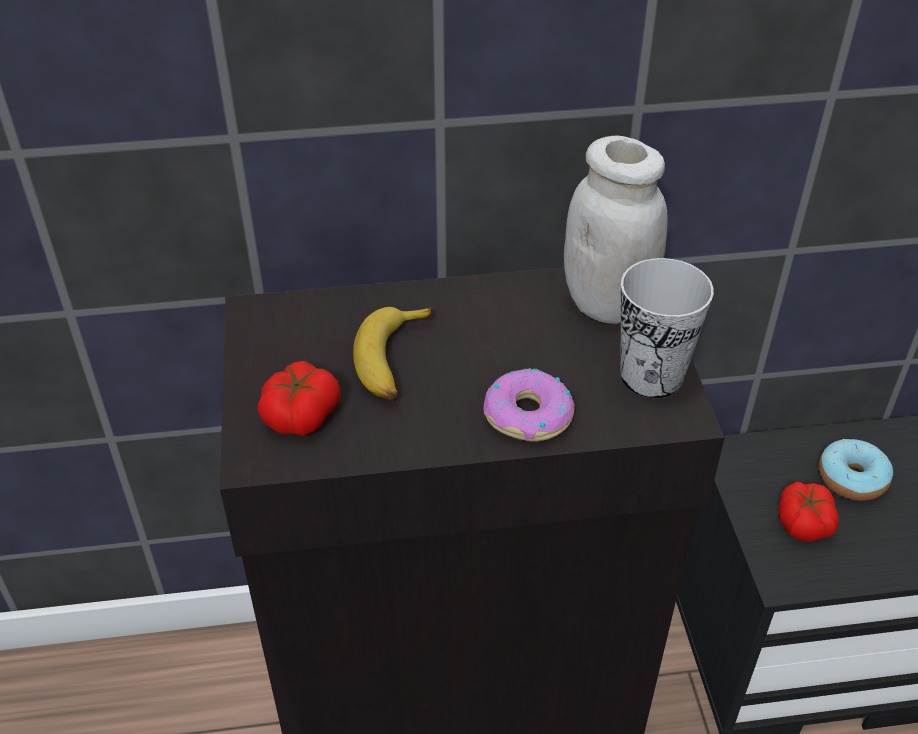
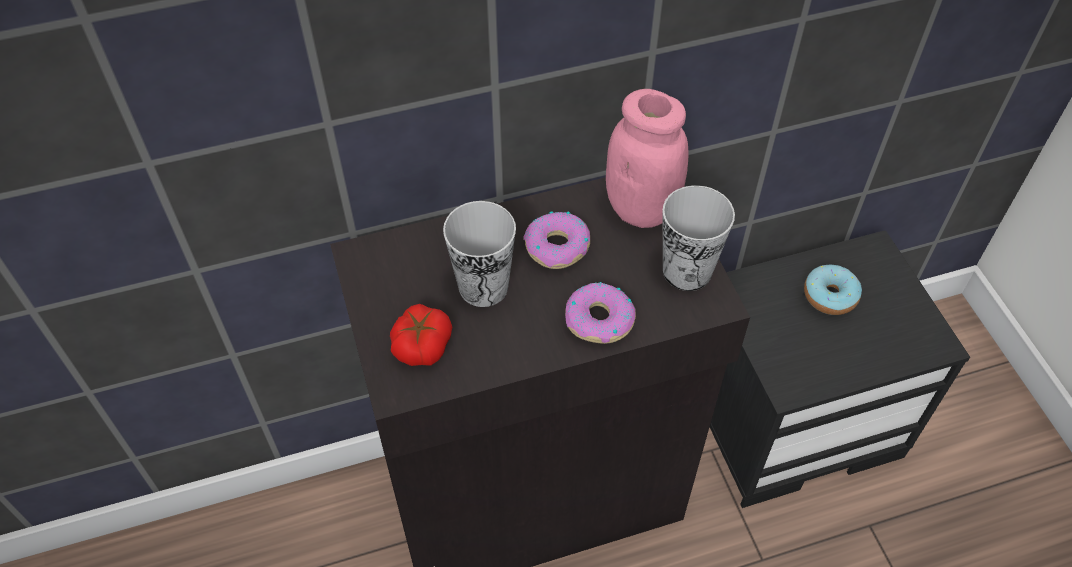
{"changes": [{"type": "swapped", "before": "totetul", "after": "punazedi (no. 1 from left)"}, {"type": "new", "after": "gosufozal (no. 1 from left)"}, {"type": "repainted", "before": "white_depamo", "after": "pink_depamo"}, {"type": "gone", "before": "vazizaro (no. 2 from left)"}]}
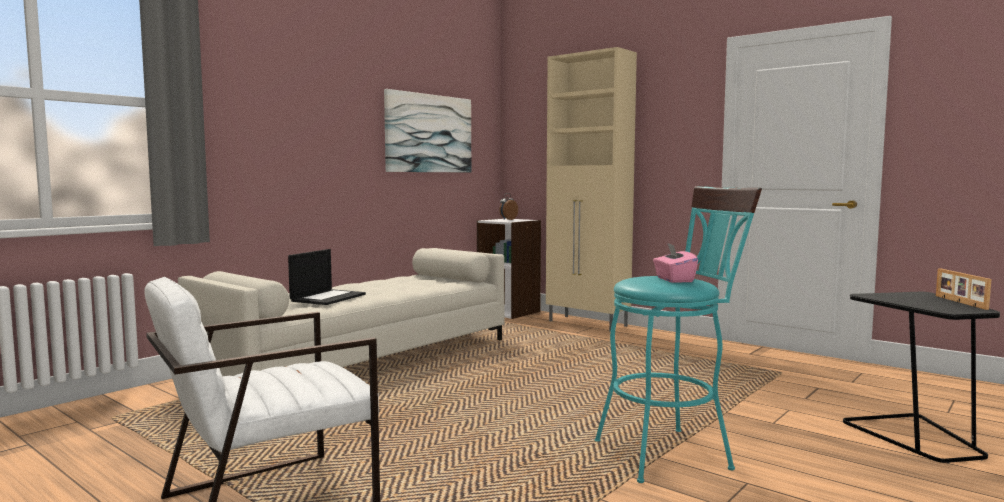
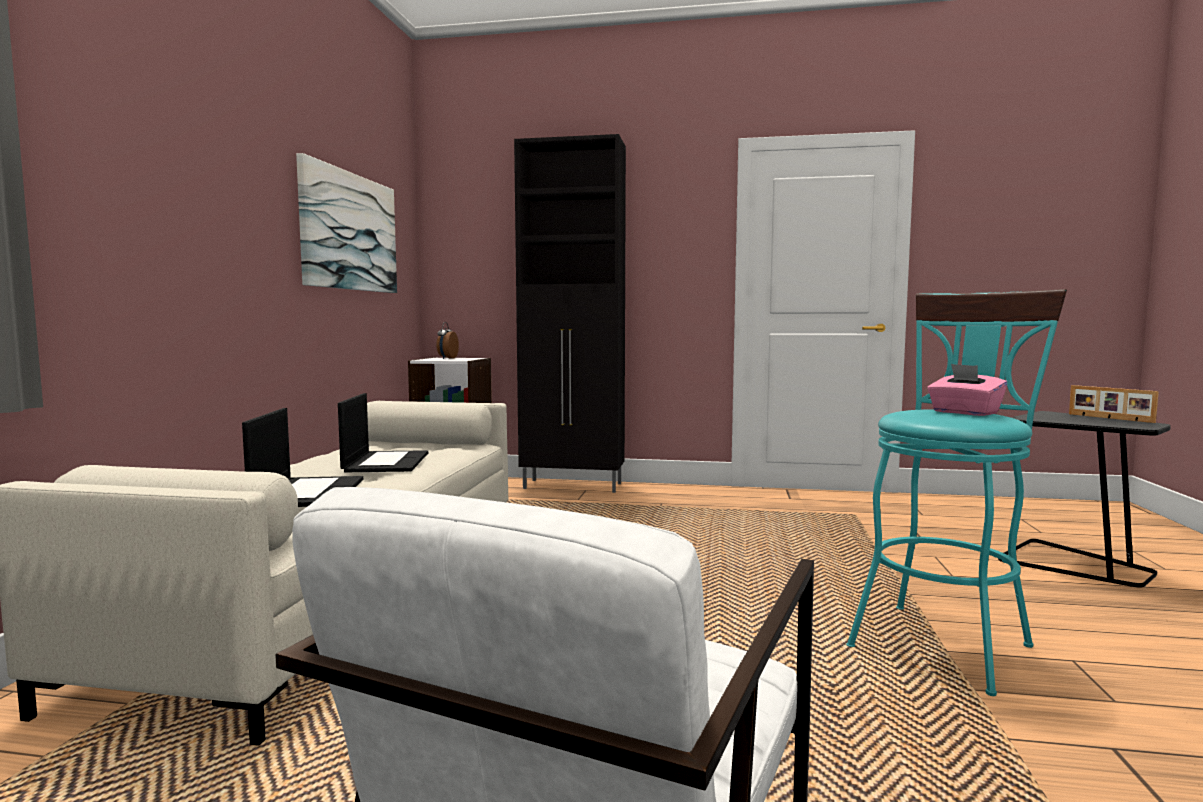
{"changes": [{"type": "new", "after": "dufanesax (no. 2 from left)"}, {"type": "repainted", "before": "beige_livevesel", "after": "black_livevesel"}]}
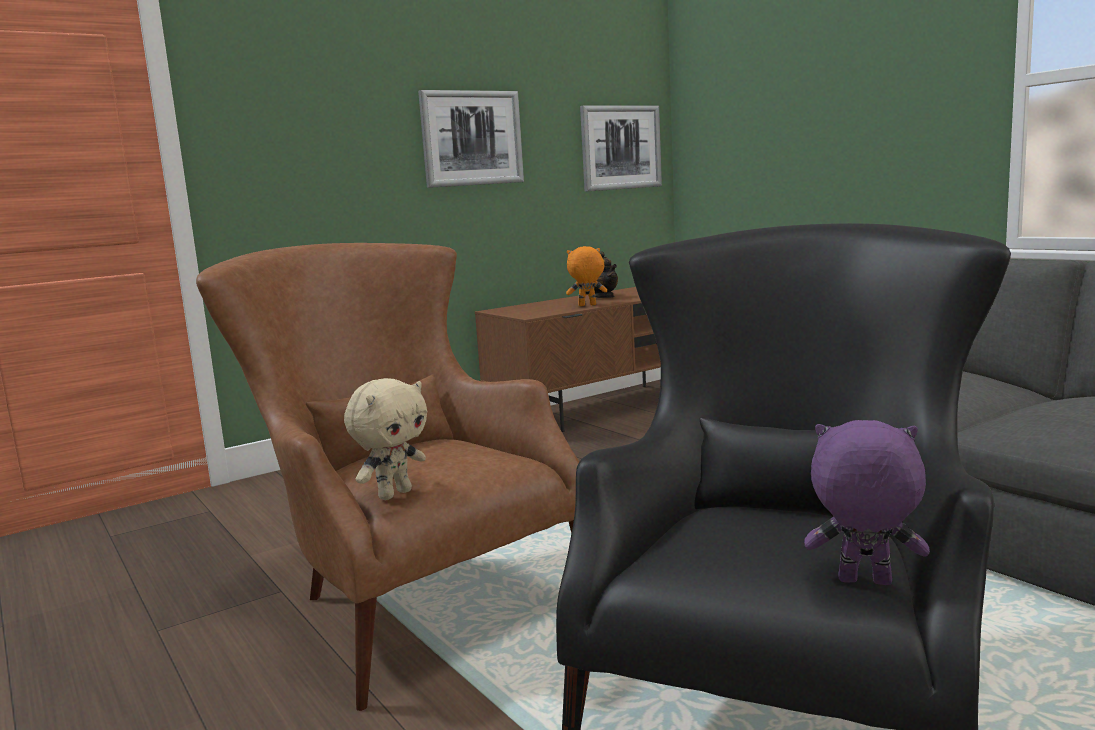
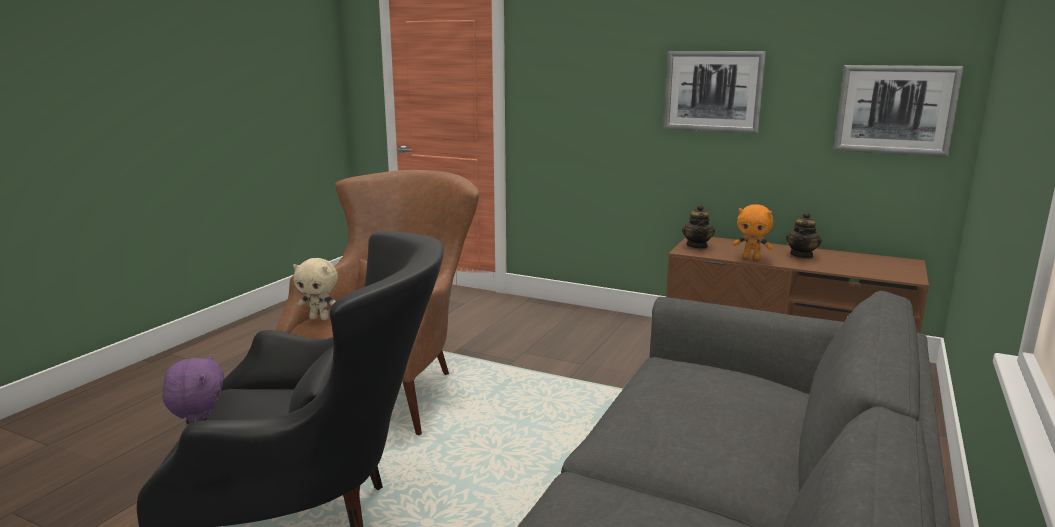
{"changes": [{"type": "new", "after": "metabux (no. 1 from left)"}, {"type": "rotated", "before": "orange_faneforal", "turn": 150}]}
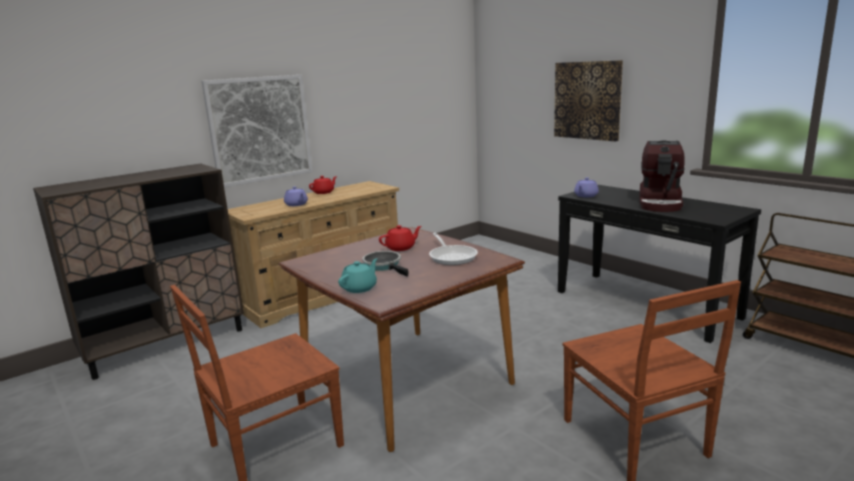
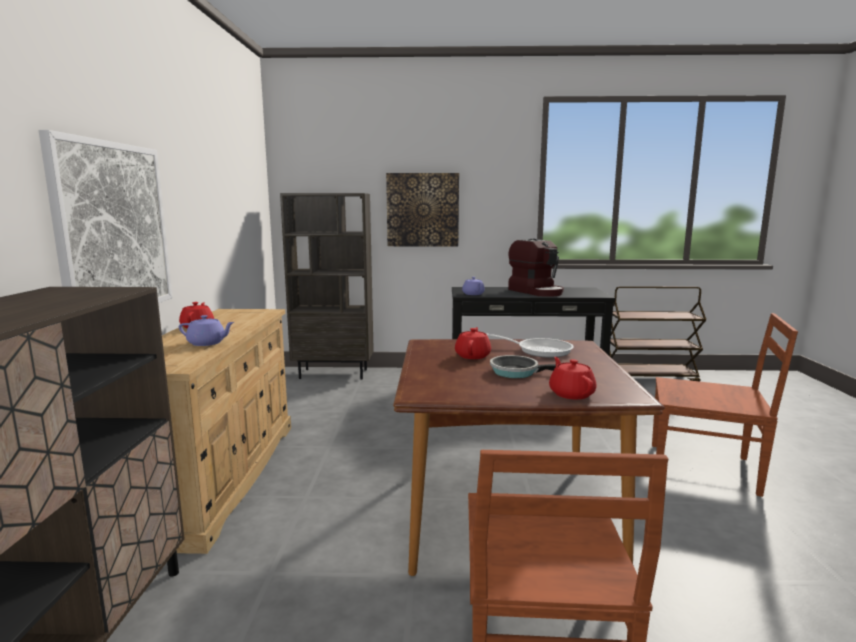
{"changes": [{"type": "new", "after": "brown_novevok"}, {"type": "repainted", "before": "turquoise_metabux", "after": "red_metabux (no. 3 from left)"}]}
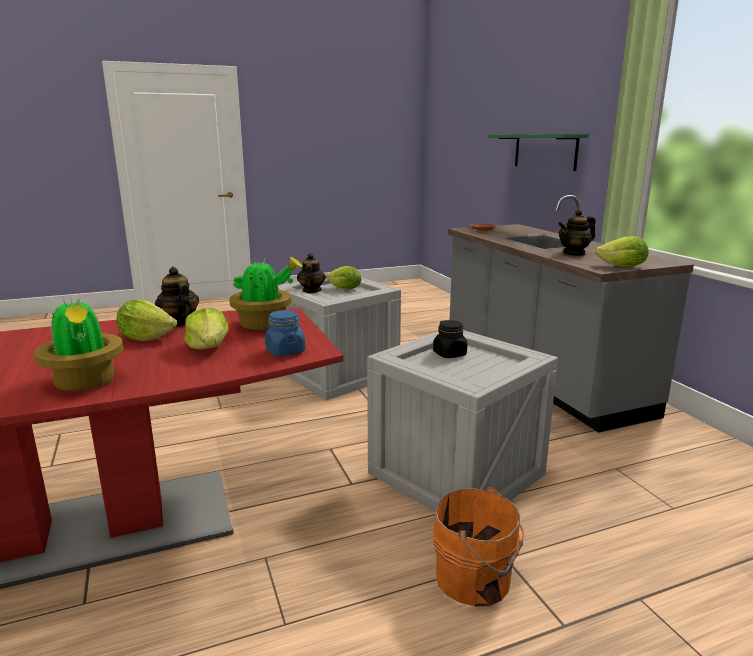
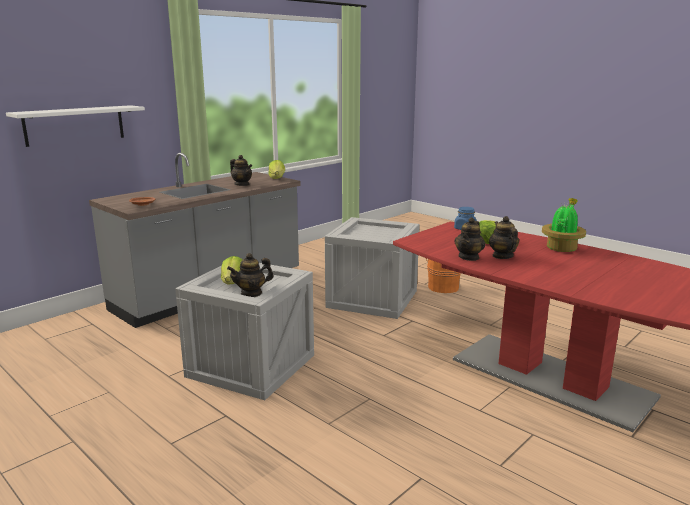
{"changes": [{"type": "repainted", "before": "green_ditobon", "after": "white_ditobon"}, {"type": "swapped", "before": "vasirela (no. 1 from left)", "after": "metabux (no. 4 from left)"}, {"type": "gone", "before": "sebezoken (no. 2 from left)"}, {"type": "gone", "before": "black_depamo"}]}
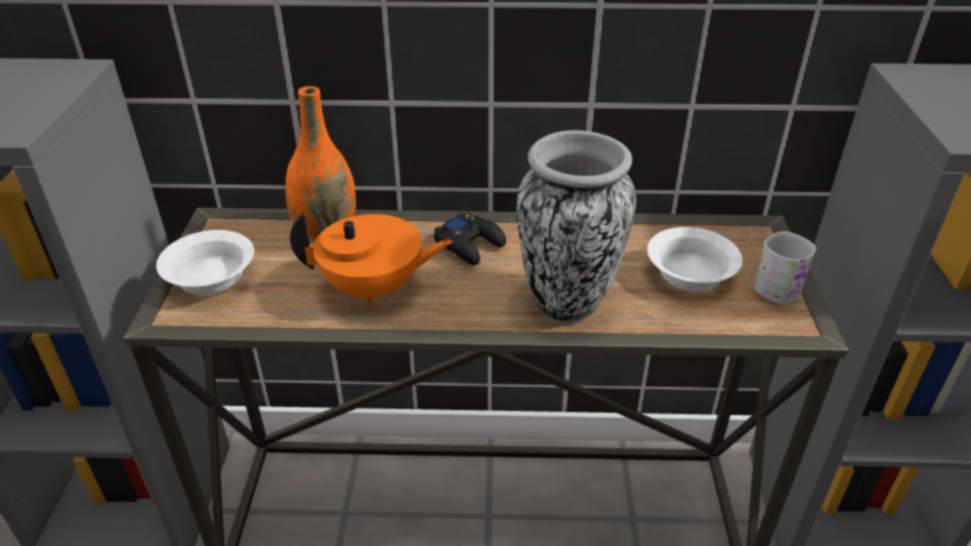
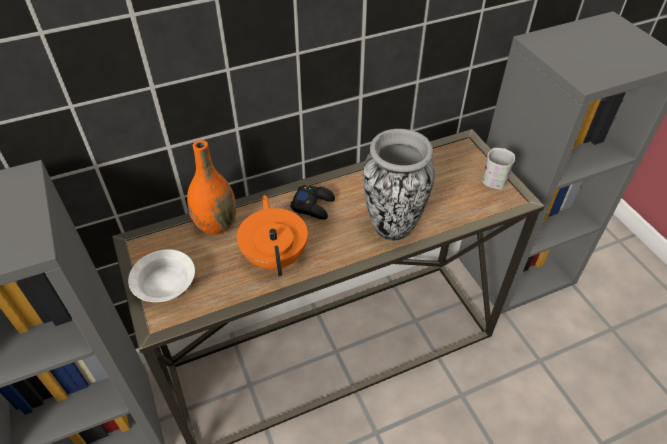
{"changes": [{"type": "rotated", "before": "orange_metabux", "turn": -75}, {"type": "gone", "before": "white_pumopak (no. 2 from left)"}]}
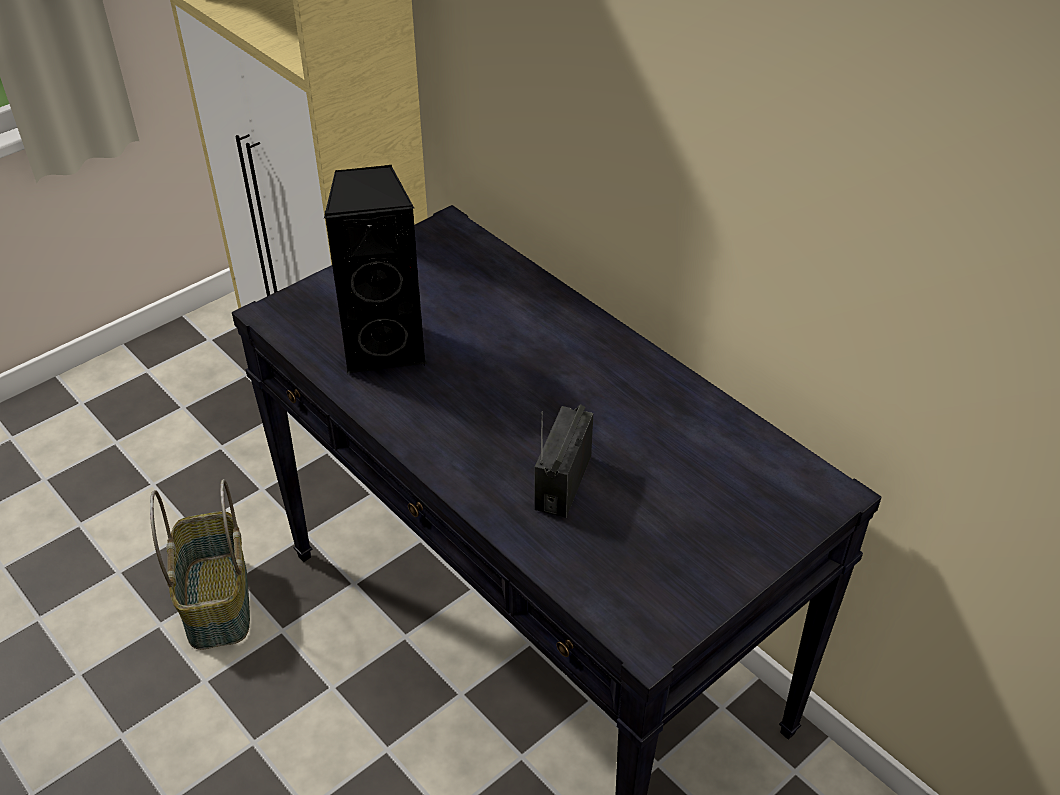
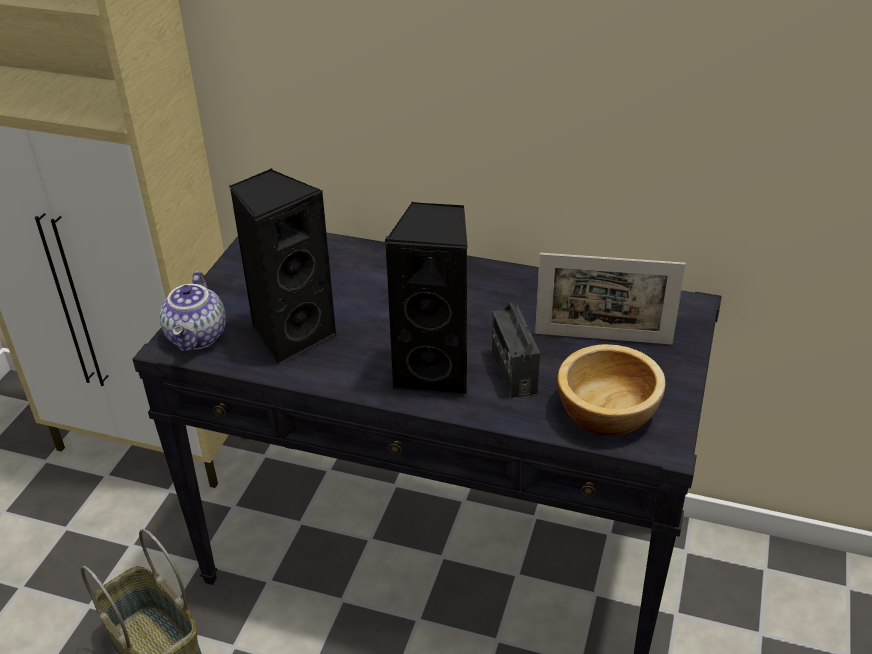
{"changes": [{"type": "new", "after": "metabux"}, {"type": "new", "after": "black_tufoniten (no. 2 from left)"}, {"type": "new", "after": "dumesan"}, {"type": "new", "after": "pumopak"}]}
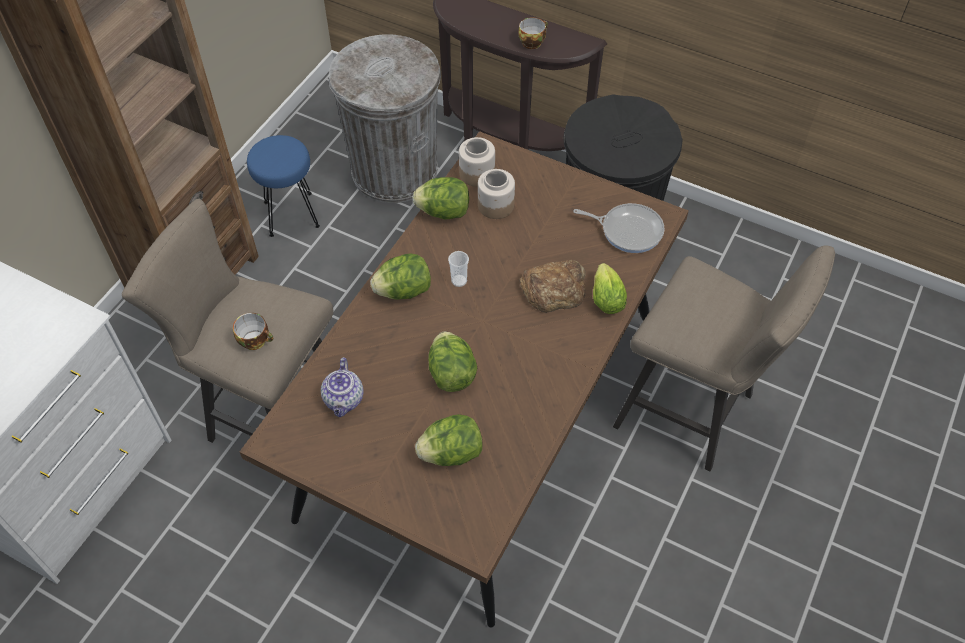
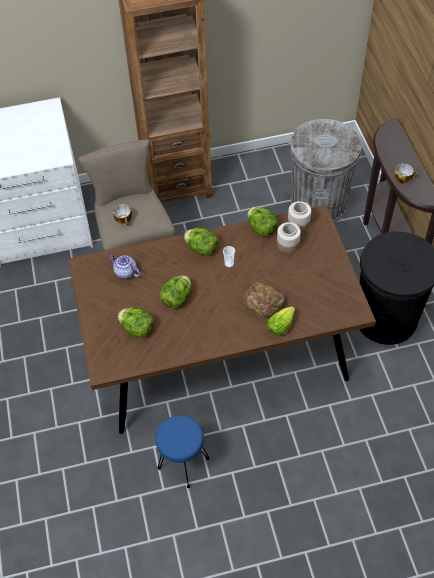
{"changes": [{"type": "rotated", "before": "metabux", "turn": 75}, {"type": "shifted", "before": "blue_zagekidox"}, {"type": "gone", "before": "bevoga"}, {"type": "gone", "before": "beige_zagekidox (no. 2 from left)"}]}
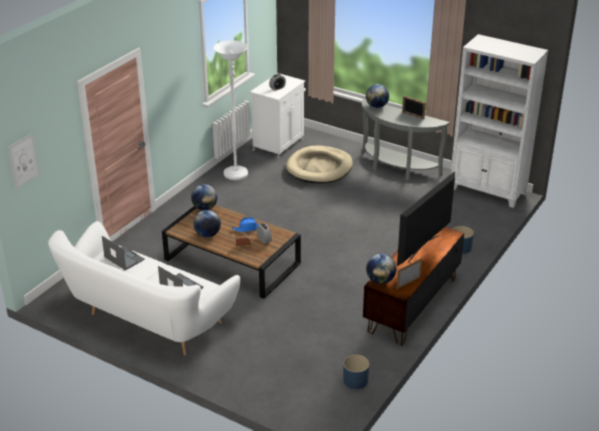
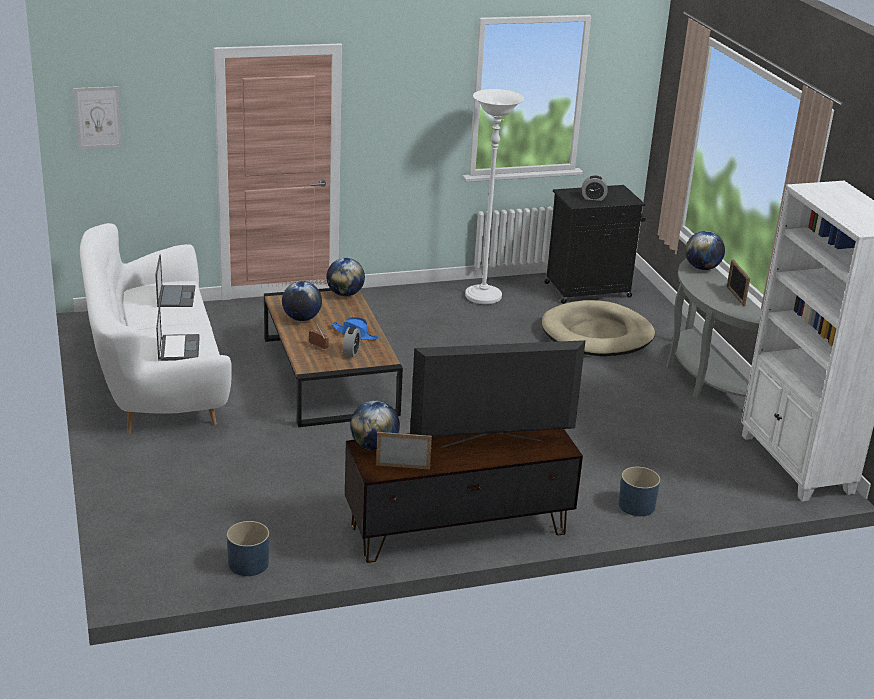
{"changes": [{"type": "repainted", "before": "white_livevesel", "after": "black_livevesel"}]}
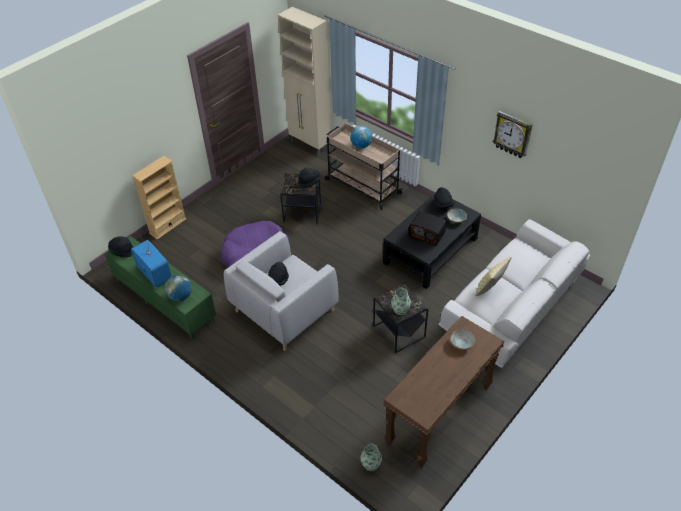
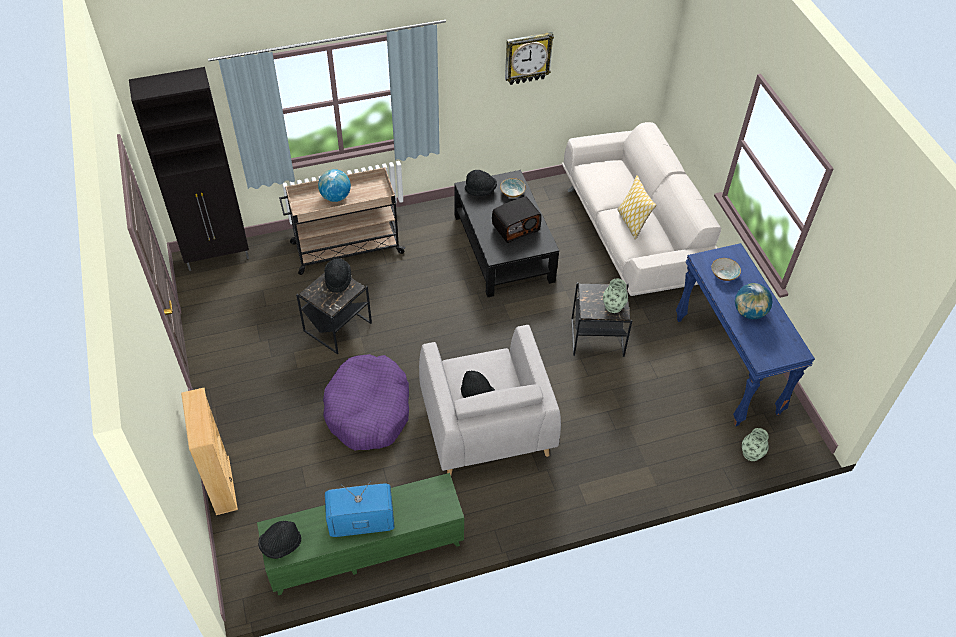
{"changes": [{"type": "repainted", "before": "beige_livevesel", "after": "black_livevesel"}, {"type": "repainted", "before": "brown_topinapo", "after": "blue_topinapo"}, {"type": "shifted", "before": "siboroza (no. 1 from left in the first image)", "after": "siboroza (no. 2 from left)"}]}
